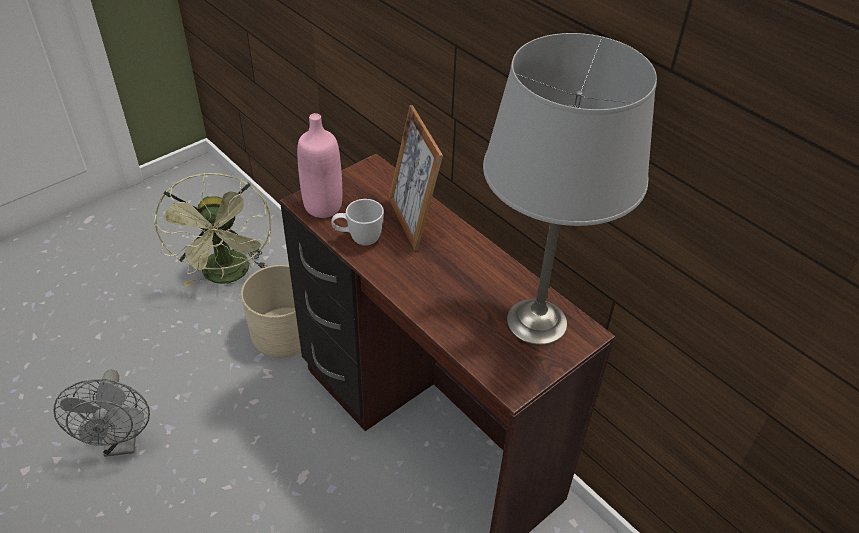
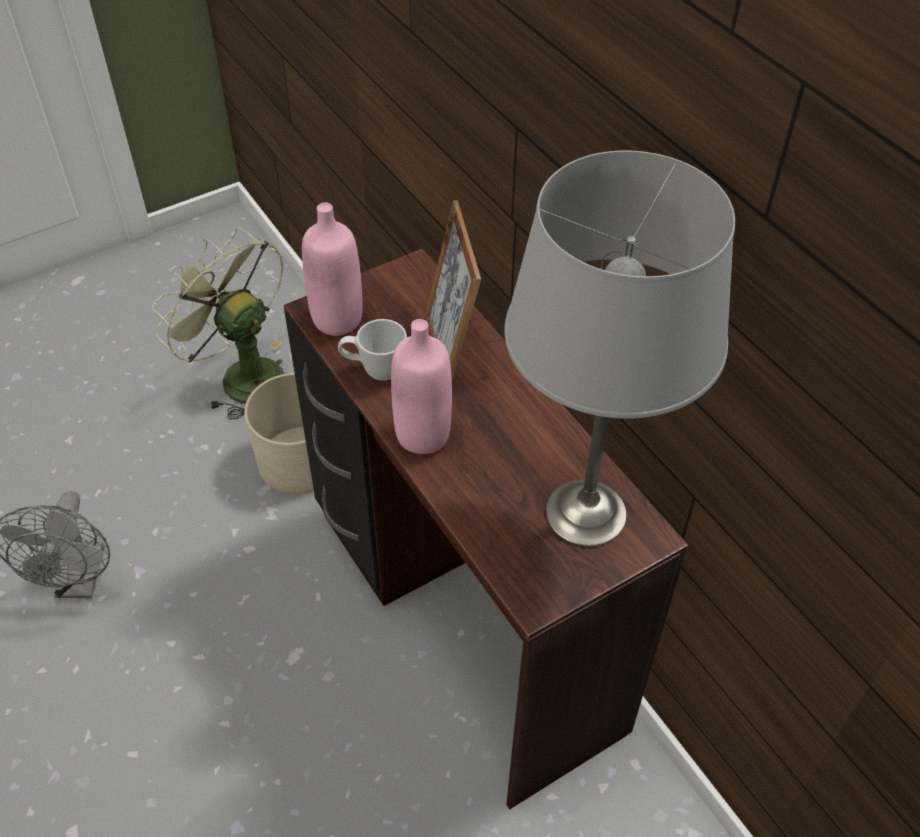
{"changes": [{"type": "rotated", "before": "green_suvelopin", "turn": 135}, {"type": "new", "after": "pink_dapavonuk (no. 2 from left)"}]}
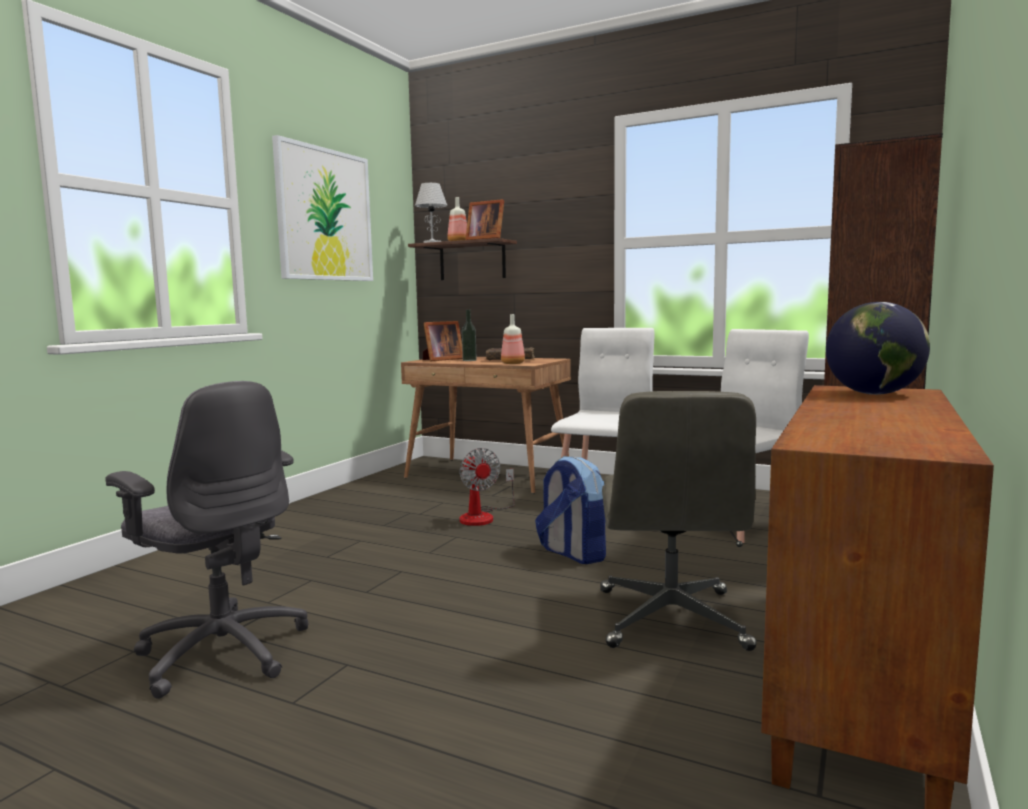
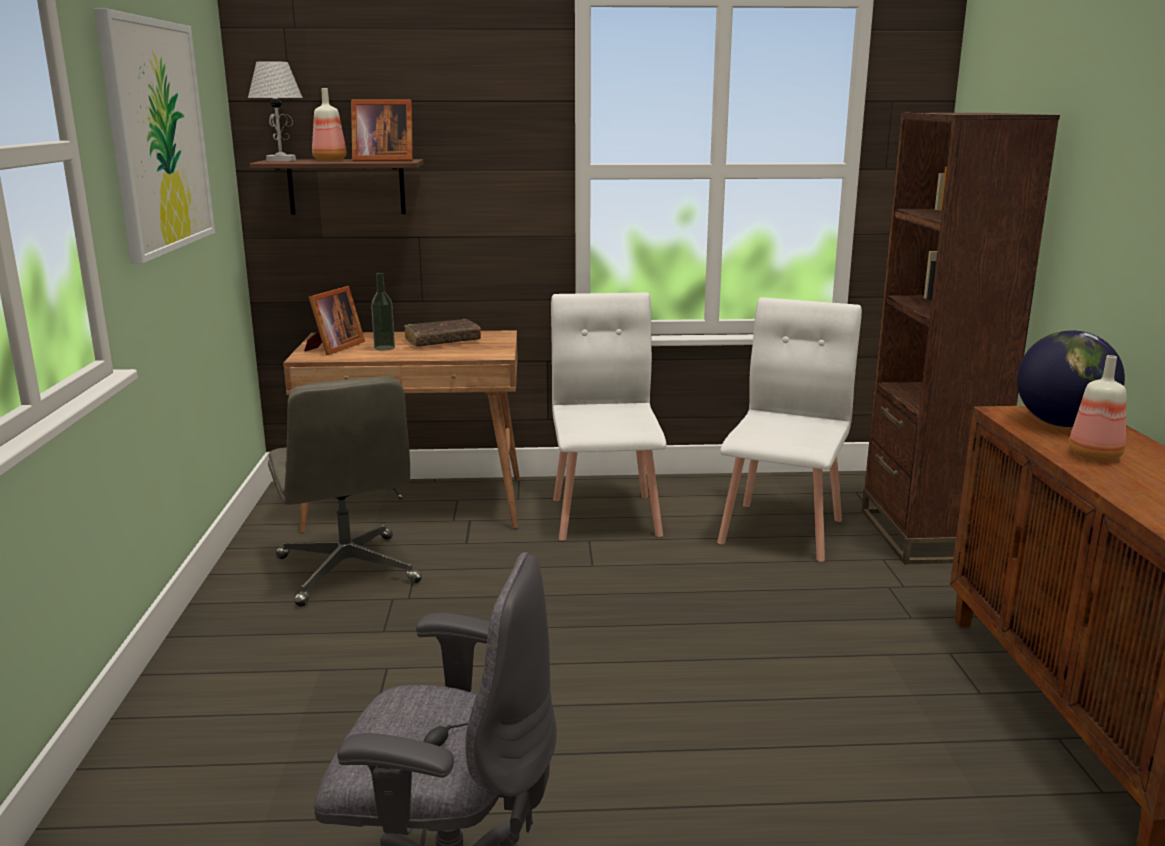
{"changes": [{"type": "shifted", "before": "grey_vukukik (no. 2 from left in the first image)", "after": "grey_vukukik (no. 1 from left)"}, {"type": "shifted", "before": "dapavonuk (no. 3 from left)"}, {"type": "gone", "before": "suvelopin"}, {"type": "gone", "before": "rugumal"}]}
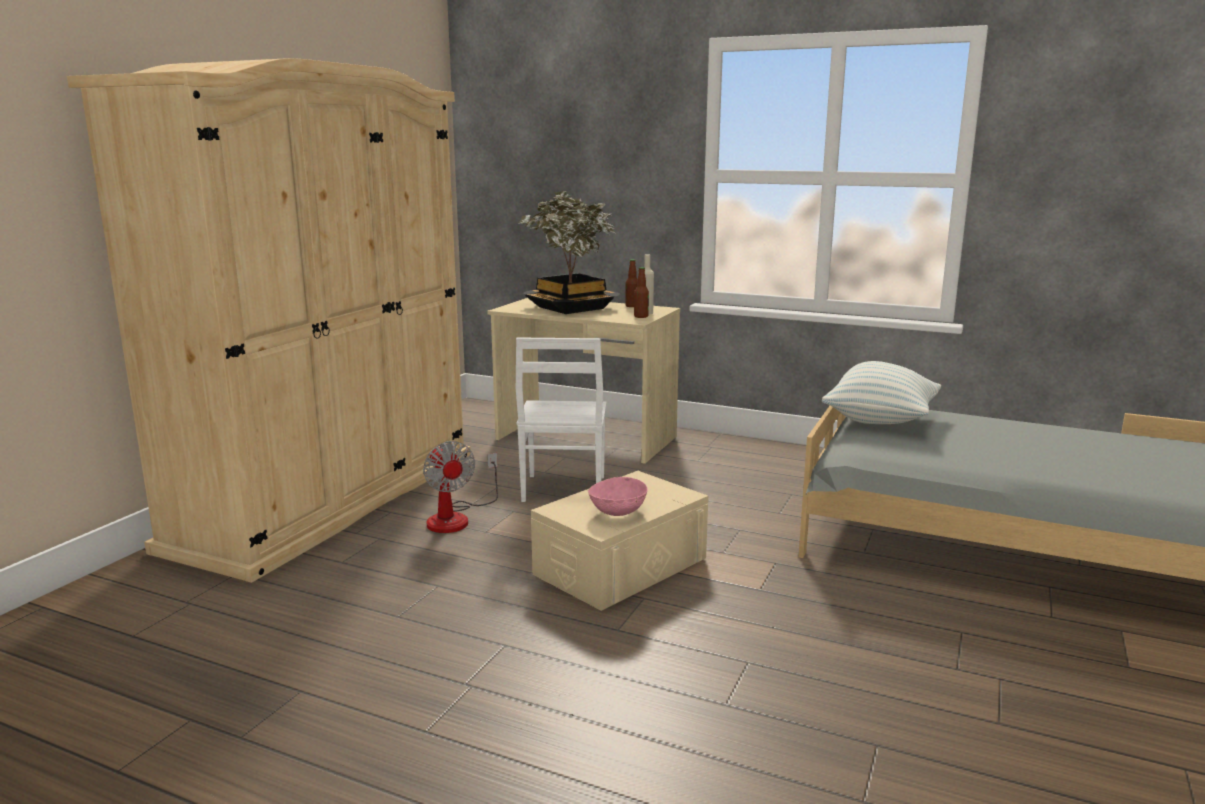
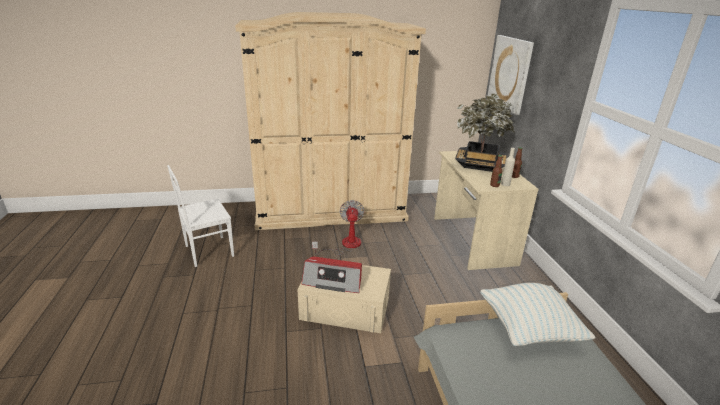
{"changes": [{"type": "shifted", "before": "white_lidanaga"}, {"type": "swapped", "before": "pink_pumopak", "after": "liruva"}, {"type": "rotated", "before": "suvelopin", "turn": 150}, {"type": "new", "after": "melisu"}]}
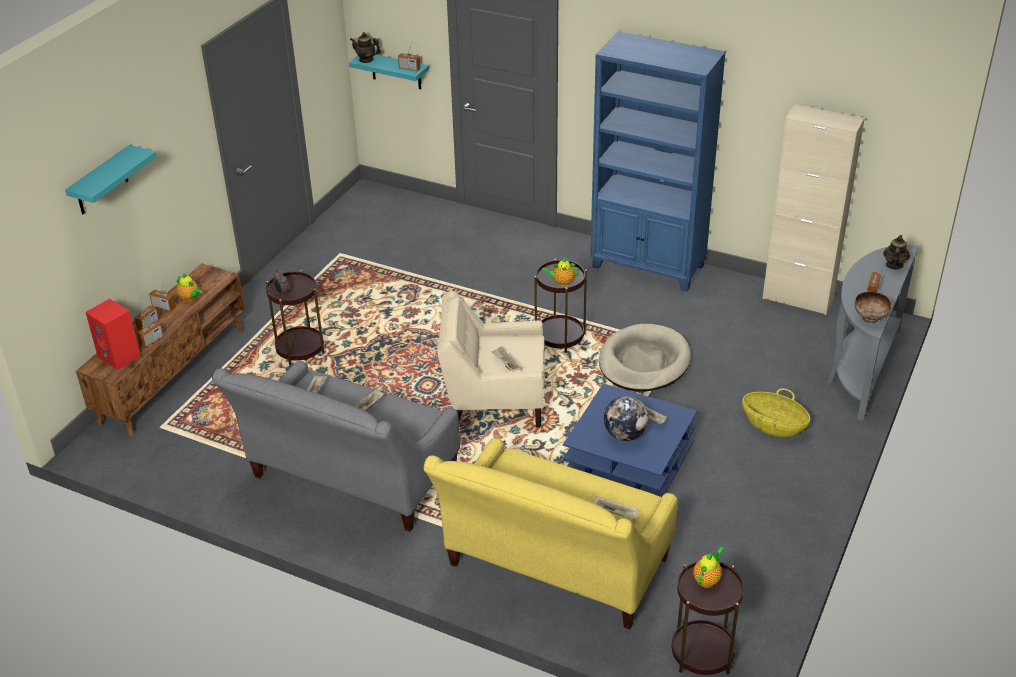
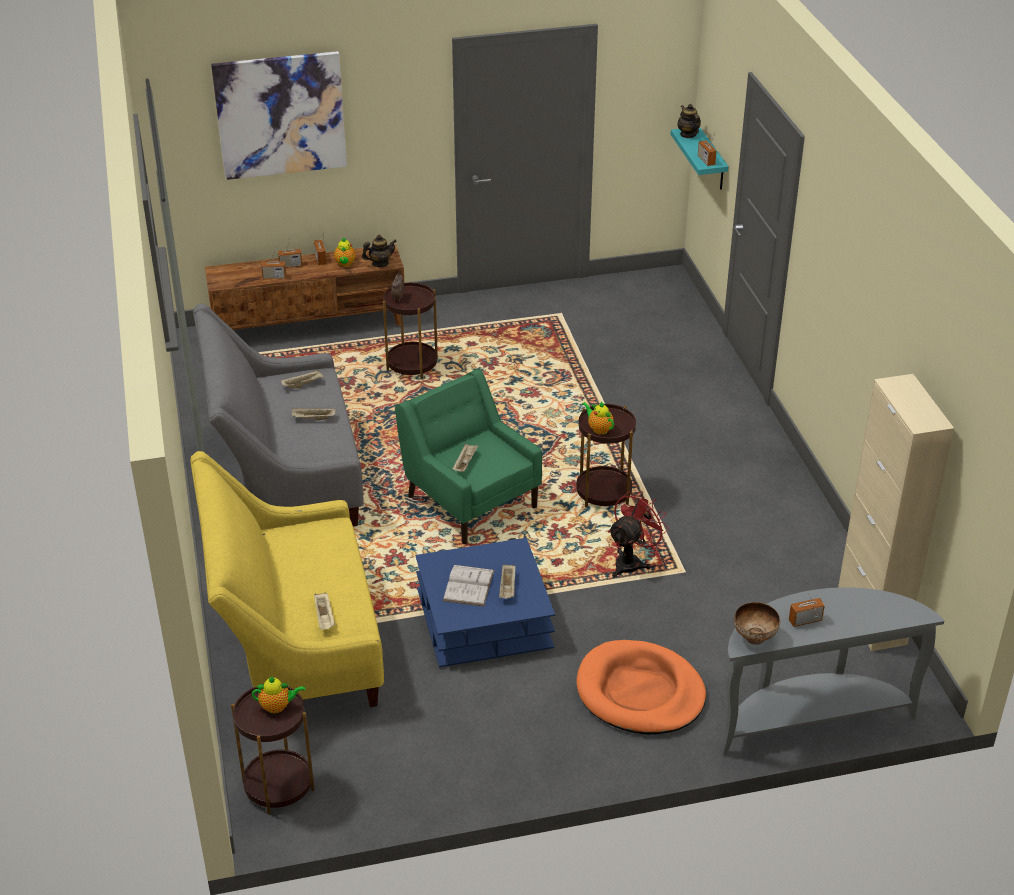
{"changes": [{"type": "swapped", "before": "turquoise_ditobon (no. 1 from left)", "after": "melisu"}, {"type": "shifted", "before": "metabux (no. 5 from left in the first image)", "after": "metabux (no. 3 from left)"}, {"type": "repainted", "before": "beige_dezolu", "after": "green_dezolu"}, {"type": "swapped", "before": "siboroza", "after": "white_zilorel"}, {"type": "swapped", "before": "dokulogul", "after": "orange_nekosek"}, {"type": "swapped", "before": "beige_nekosek", "after": "red_suvelopin"}, {"type": "gone", "before": "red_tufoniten"}, {"type": "gone", "before": "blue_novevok"}]}
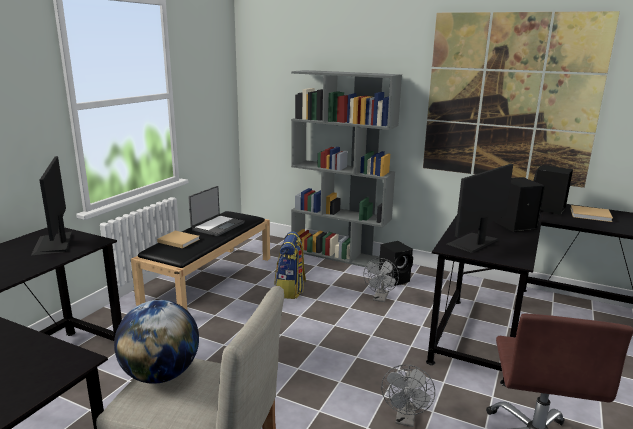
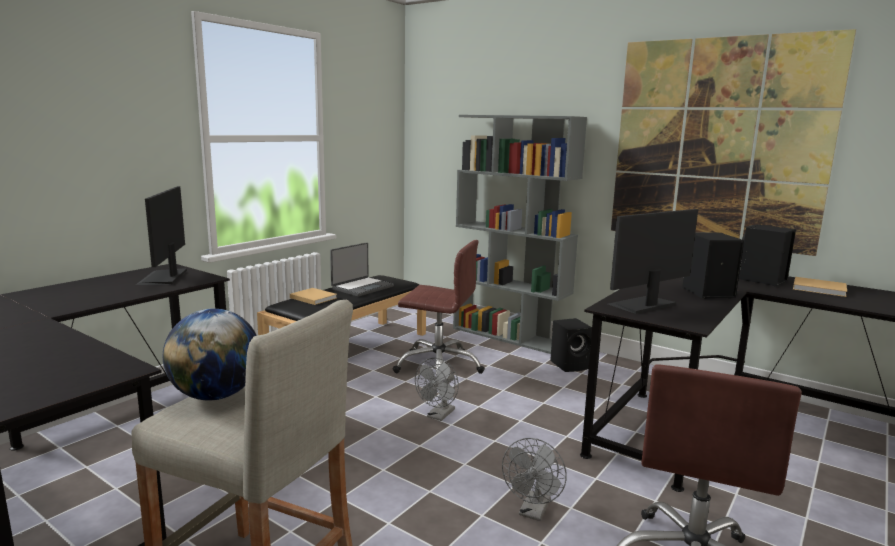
{"changes": [{"type": "swapped", "before": "rugumal", "after": "brown_vukukik (no. 1 from left)"}, {"type": "shifted", "before": "grey_suvelopin (no. 1 from left)"}]}
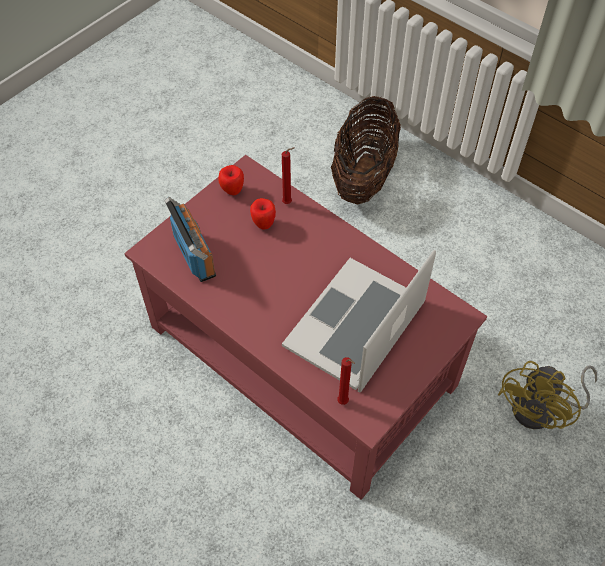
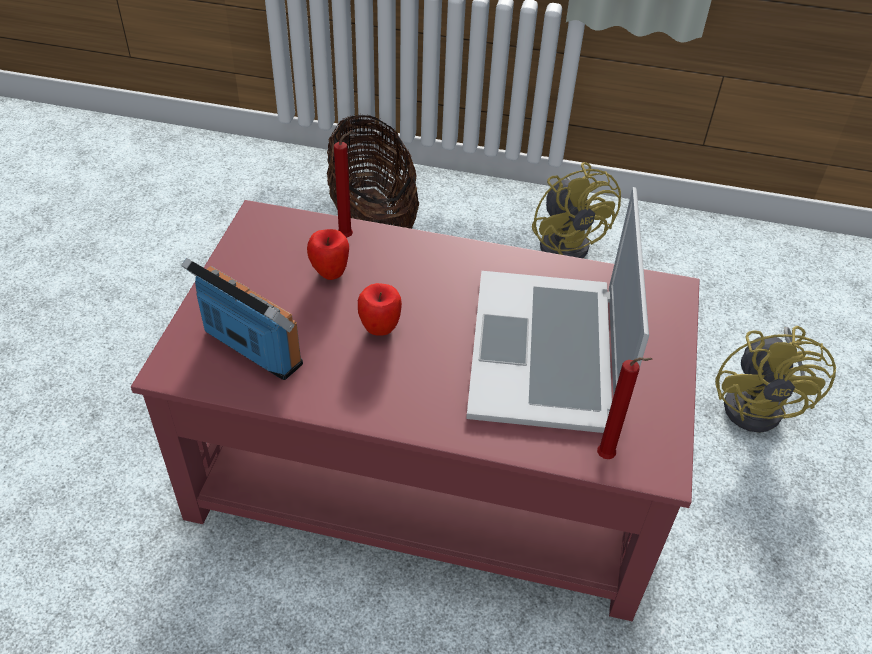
{"changes": [{"type": "shifted", "before": "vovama (no. 1 from left in the first image)", "after": "vovama (no. 2 from left)"}, {"type": "new", "after": "yellow_suvelopin (no. 1 from left)"}]}
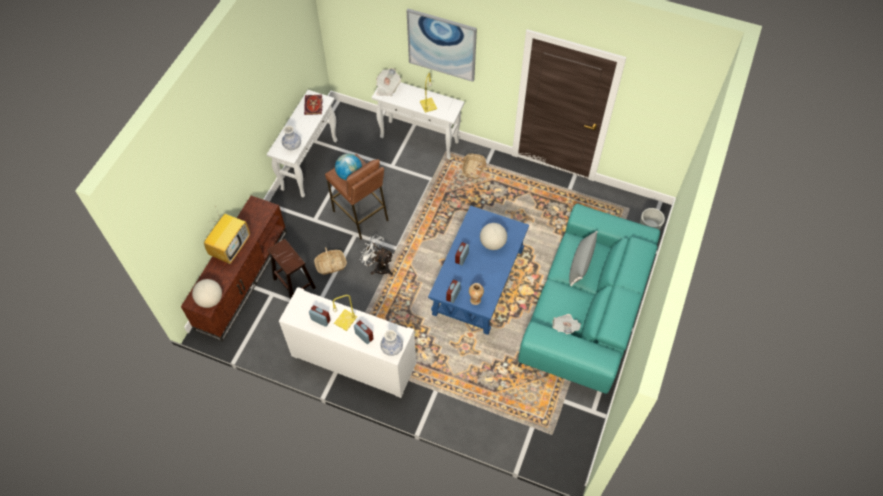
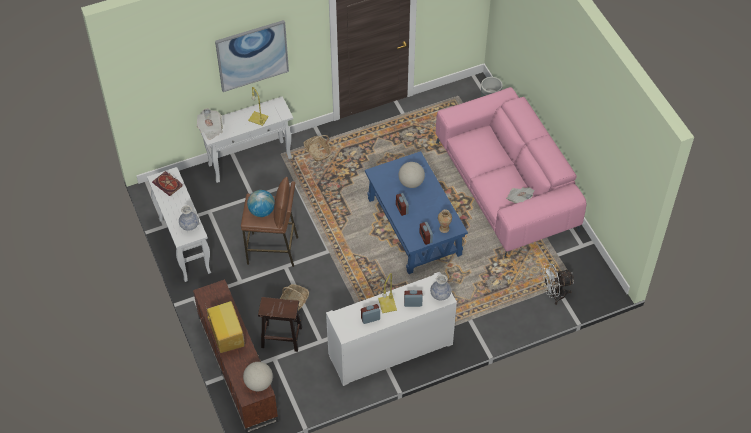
{"changes": [{"type": "repainted", "before": "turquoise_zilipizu", "after": "pink_zilipizu"}, {"type": "shifted", "before": "white_suvelopin"}, {"type": "gone", "before": "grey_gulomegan"}]}
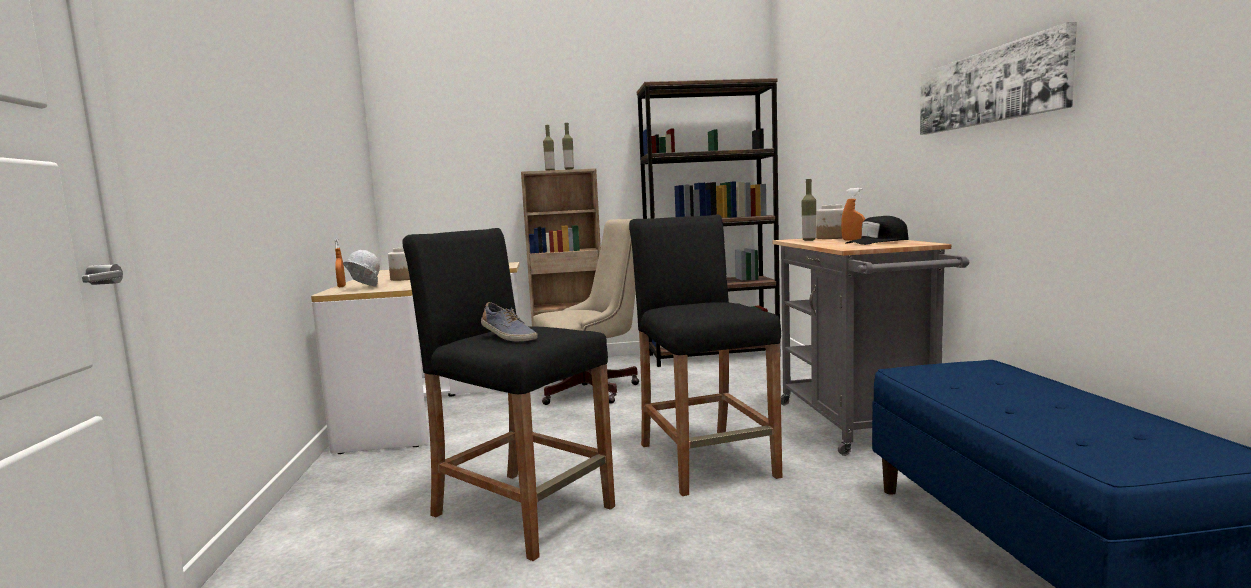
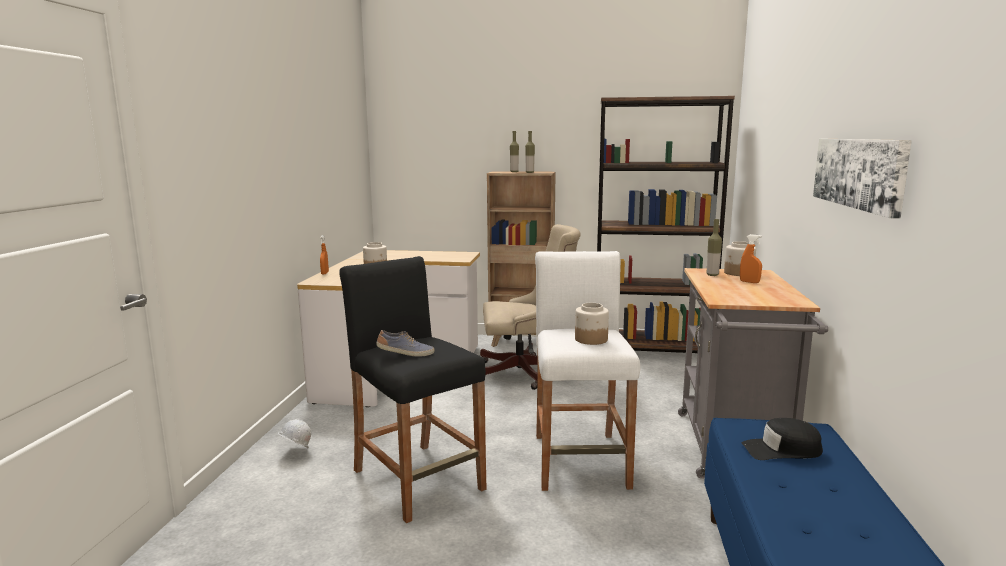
{"changes": [{"type": "shifted", "before": "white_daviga"}, {"type": "rotated", "before": "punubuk", "turn": -60}, {"type": "repainted", "before": "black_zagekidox (no. 2 from left)", "after": "white_zagekidox"}, {"type": "new", "after": "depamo (no. 2 from left)"}, {"type": "shifted", "before": "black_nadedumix"}]}
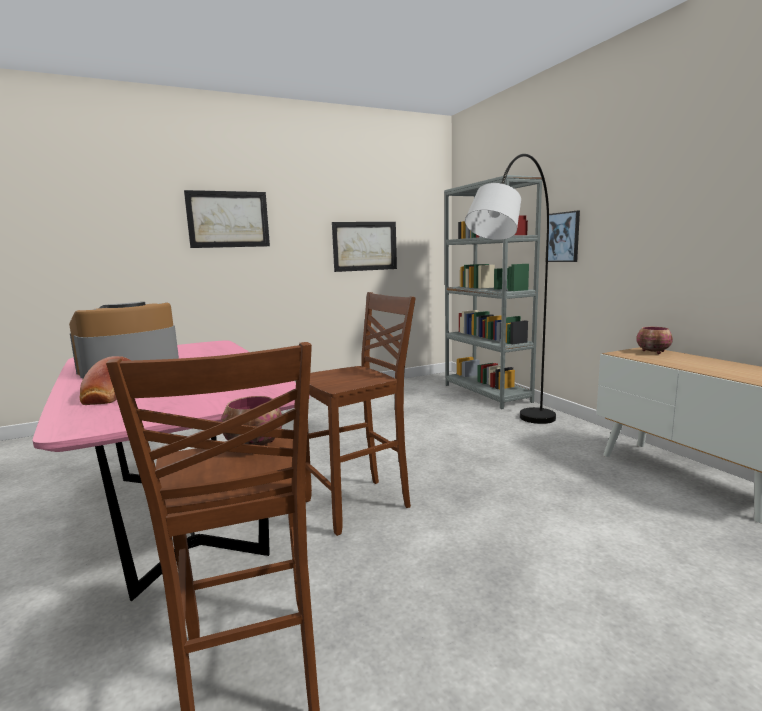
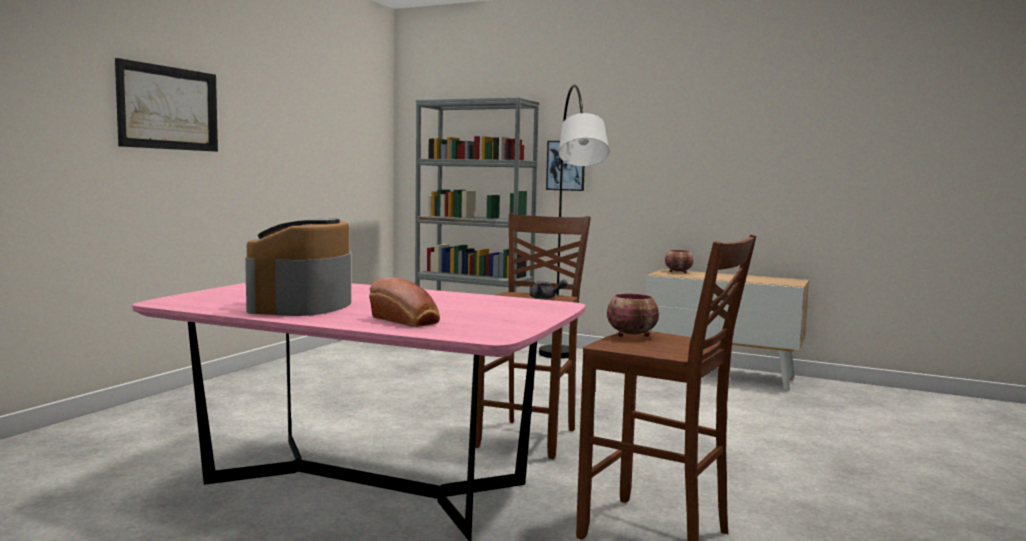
{"changes": [{"type": "new", "after": "grey_metabux"}, {"type": "gone", "before": "melisu (no. 2 from left)"}]}
